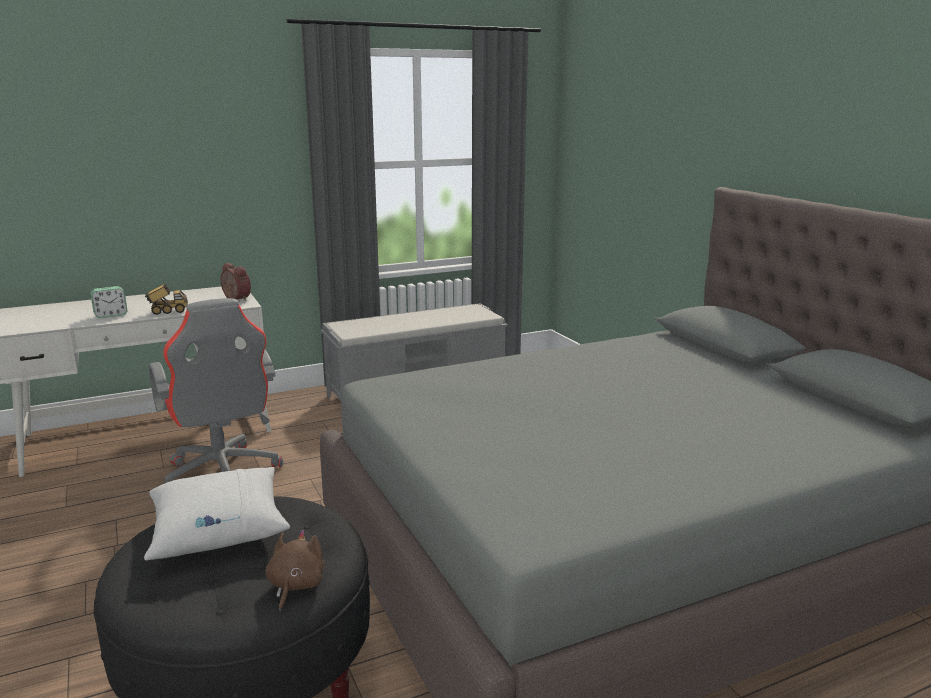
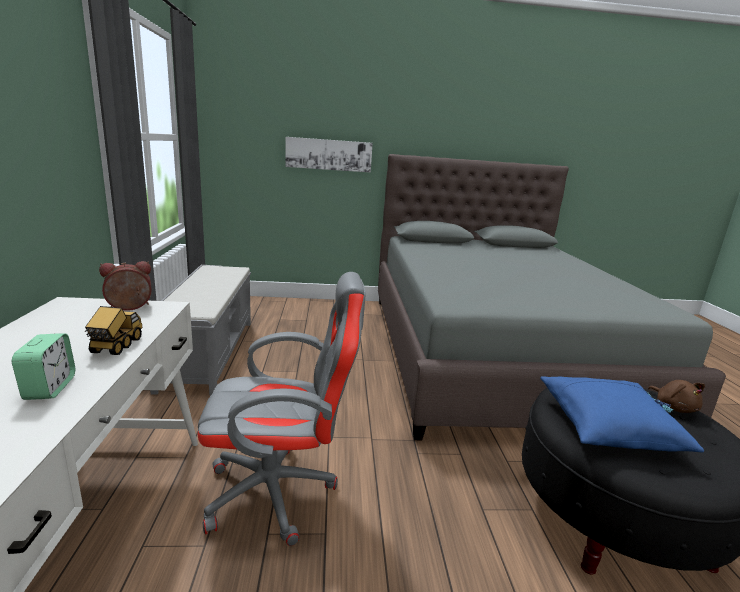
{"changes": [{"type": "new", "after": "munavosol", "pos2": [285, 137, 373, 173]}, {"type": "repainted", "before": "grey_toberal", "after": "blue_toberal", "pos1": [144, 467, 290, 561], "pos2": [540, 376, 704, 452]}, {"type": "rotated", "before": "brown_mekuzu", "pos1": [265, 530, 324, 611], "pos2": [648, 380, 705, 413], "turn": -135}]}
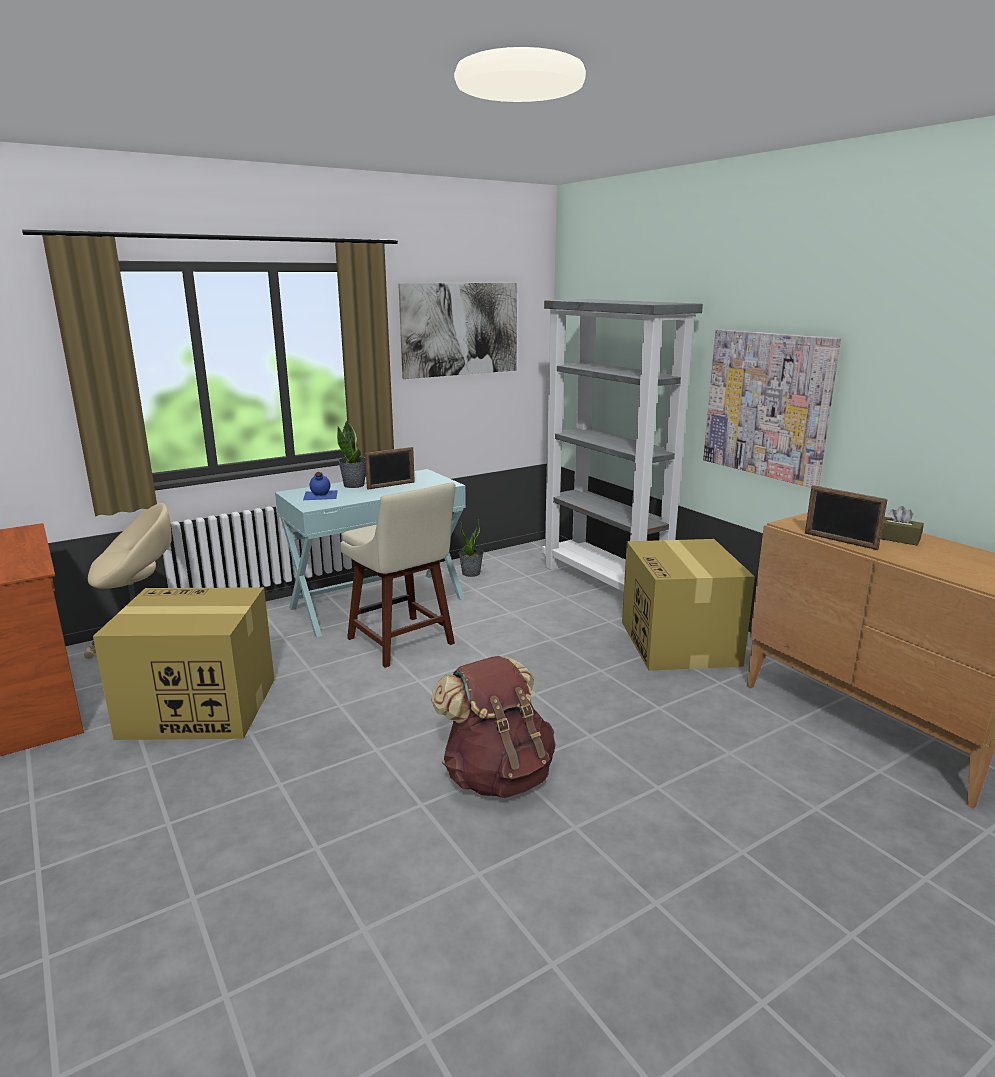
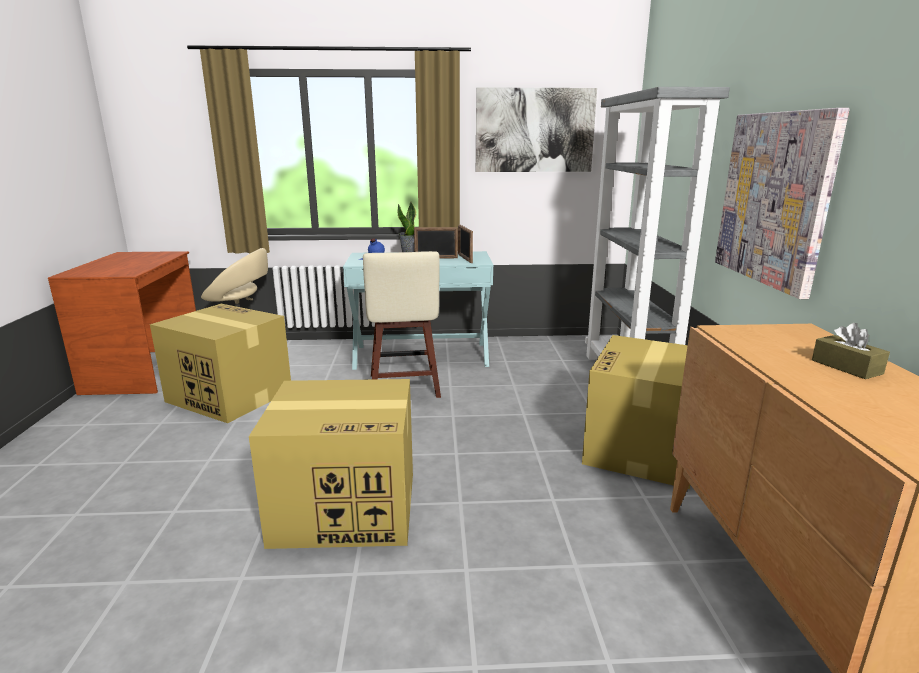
{"changes": [{"type": "gone", "before": "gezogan", "pos1": [458, 519, 483, 577]}, {"type": "shifted", "before": "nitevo", "pos1": [805, 485, 888, 550], "pos2": [458, 225, 473, 263]}, {"type": "swapped", "before": "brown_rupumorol", "after": "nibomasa", "pos1": [432, 656, 556, 798], "pos2": [249, 379, 413, 549]}]}
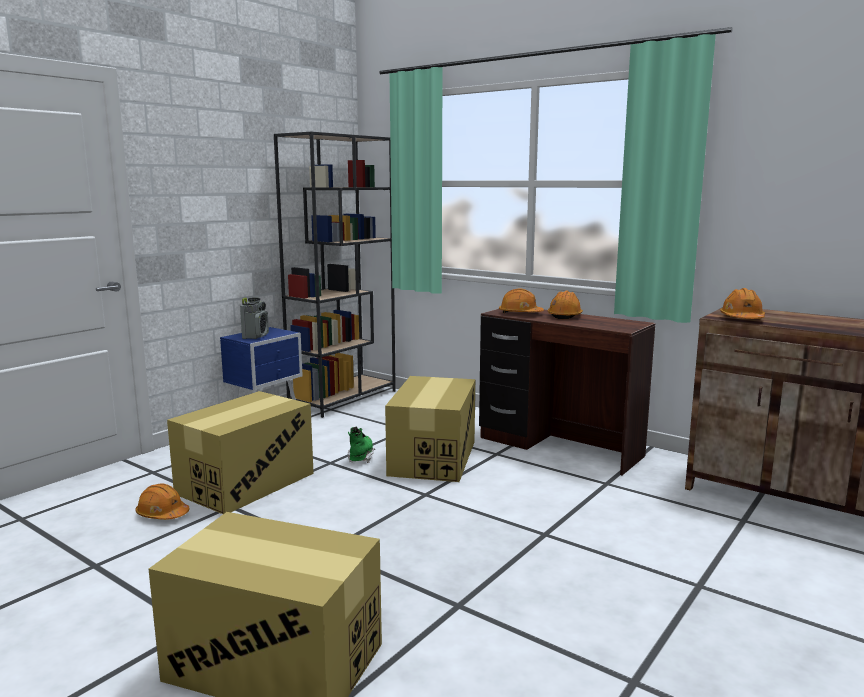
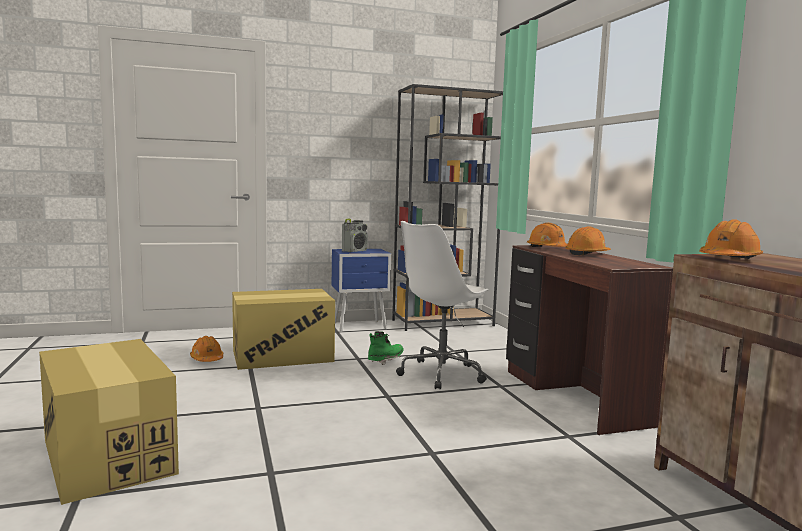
{"changes": [{"type": "swapped", "before": "nibomasa", "after": "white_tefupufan", "pos1": [385, 376, 475, 482], "pos2": [396, 221, 489, 390]}]}
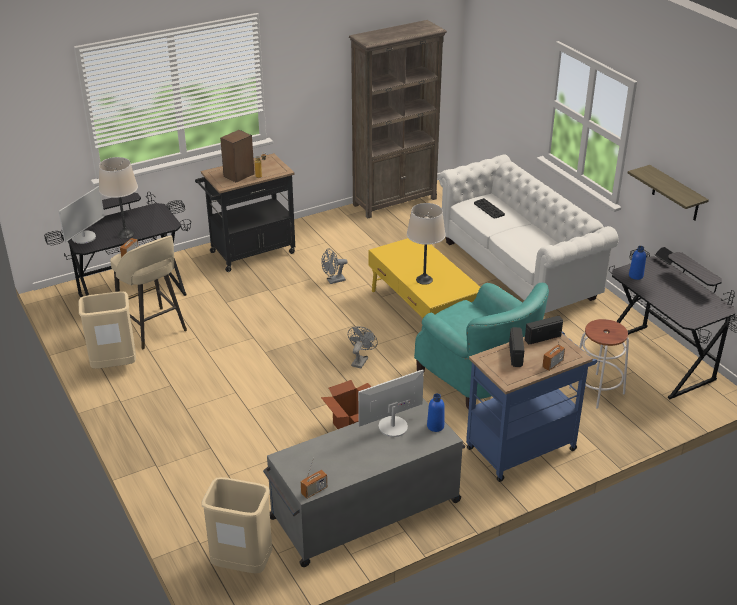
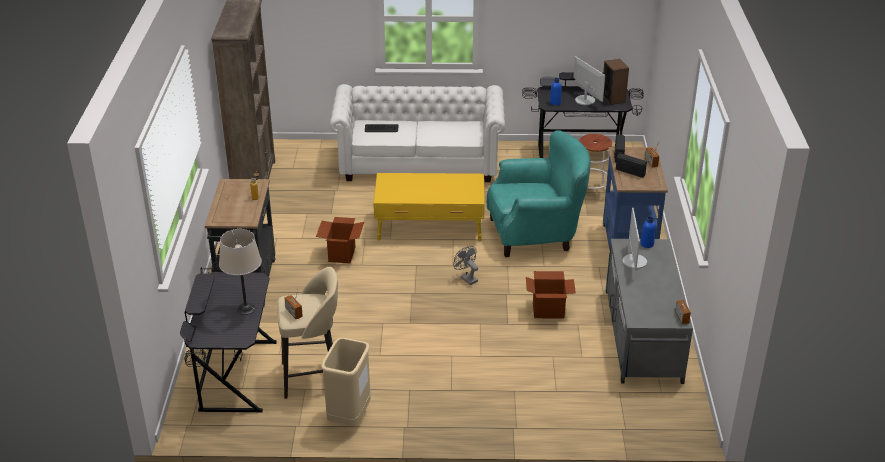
{"changes": [{"type": "gone", "before": "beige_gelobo", "pos1": [201, 477, 272, 573]}, {"type": "gone", "before": "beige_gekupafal", "pos1": [407, 203, 446, 285]}, {"type": "gone", "before": "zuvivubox", "pos1": [628, 165, 709, 221]}, {"type": "shifted", "before": "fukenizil", "pos1": [58, 186, 105, 244], "pos2": [573, 56, 605, 105]}, {"type": "shifted", "before": "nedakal", "pos1": [220, 130, 255, 183], "pos2": [603, 59, 629, 105]}, {"type": "swapped", "before": "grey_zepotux", "after": "nibomasa", "pos1": [321, 248, 348, 284], "pos2": [316, 217, 364, 263]}]}
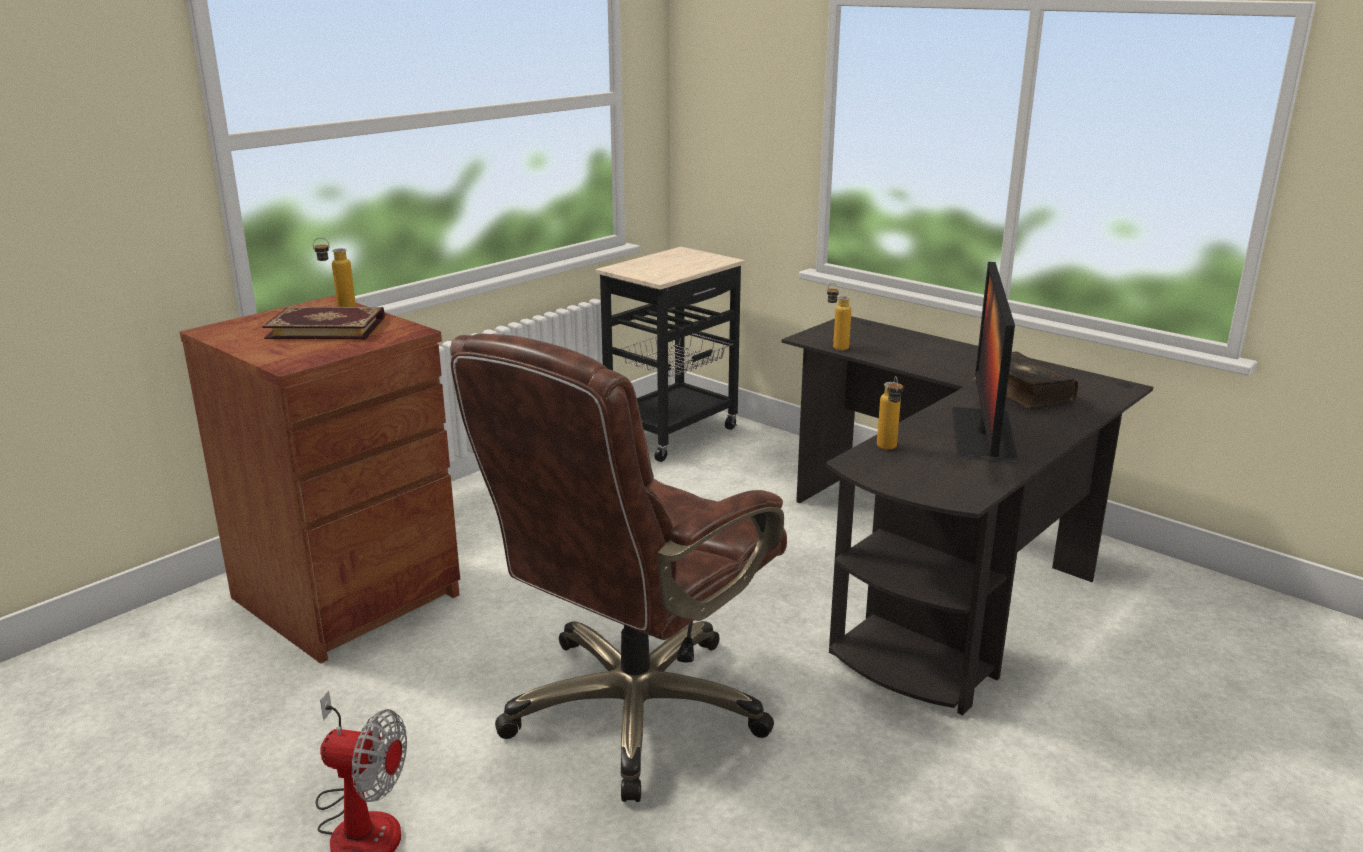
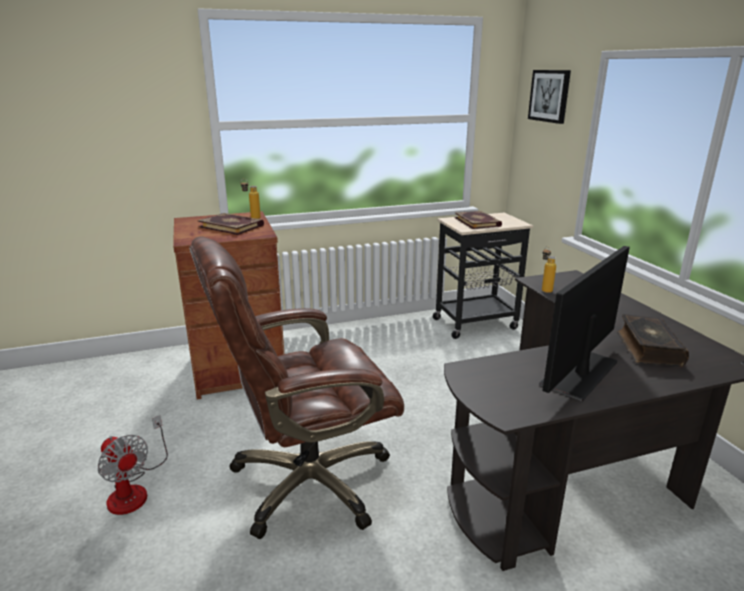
{"changes": [{"type": "gone", "before": "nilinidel", "pos1": [877, 376, 903, 450]}, {"type": "new", "after": "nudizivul", "pos2": [454, 211, 502, 229]}, {"type": "new", "after": "munavosol", "pos2": [528, 70, 571, 124]}]}
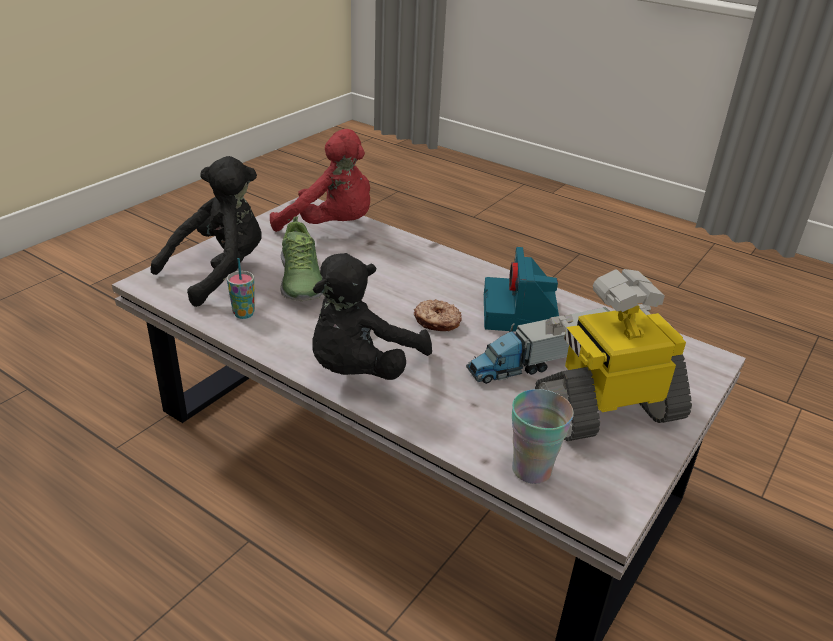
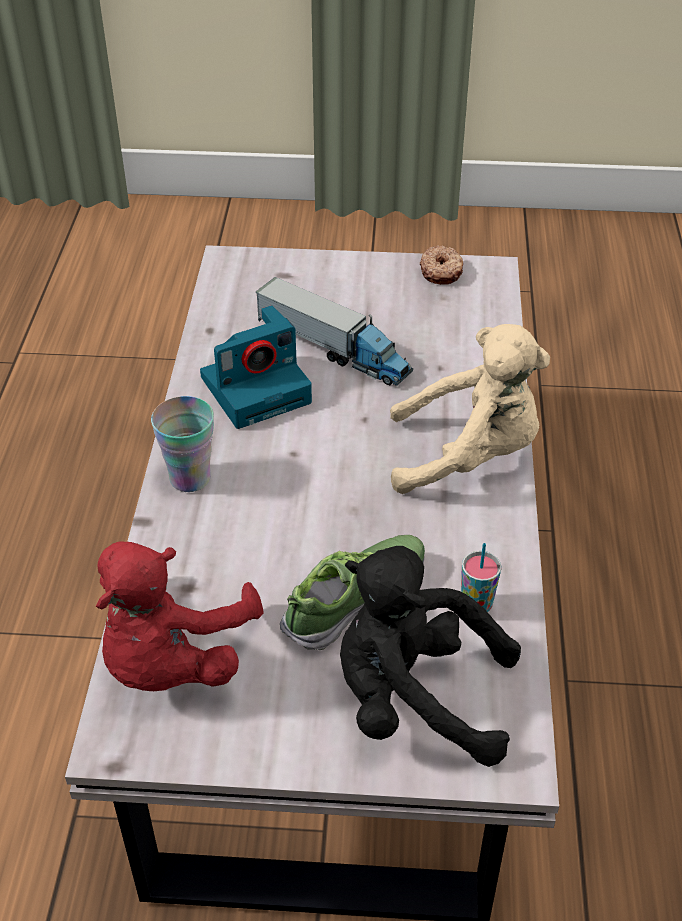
{"changes": [{"type": "gone", "before": "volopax", "pos1": [535, 269, 692, 441]}, {"type": "shifted", "before": "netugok", "pos1": [414, 299, 462, 331], "pos2": [420, 245, 463, 285]}, {"type": "shifted", "before": "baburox", "pos1": [512, 389, 574, 484], "pos2": [151, 396, 214, 492]}, {"type": "repainted", "before": "black_mekuzu", "after": "beige_mekuzu", "pos1": [312, 253, 432, 380], "pos2": [390, 324, 550, 494]}, {"type": "rotated", "before": "red_mekuzu", "pos1": [270, 129, 370, 232], "pos2": [96, 542, 263, 691], "turn": -150}]}
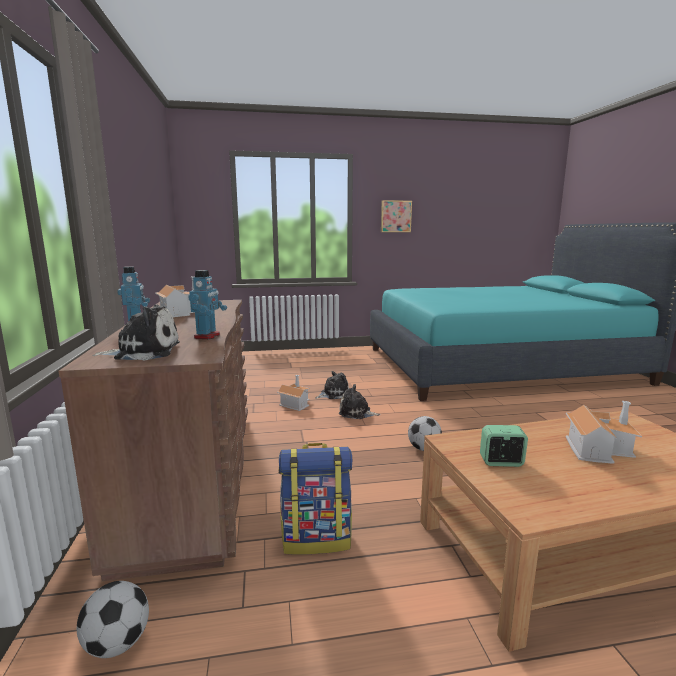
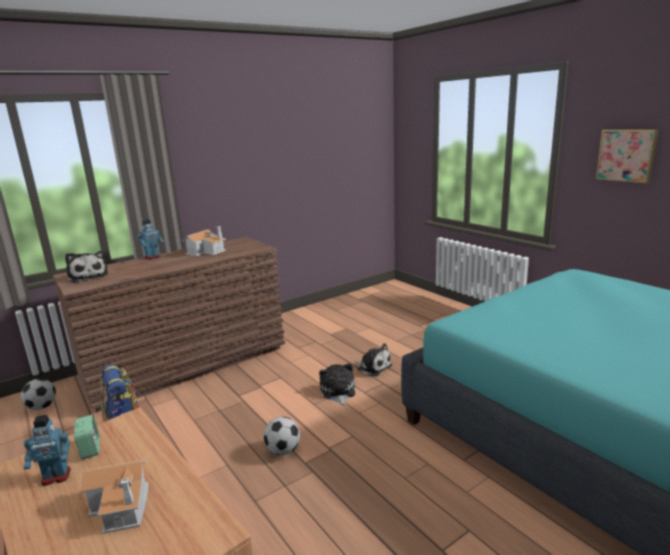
{"changes": [{"type": "gone", "before": "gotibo", "pos1": [277, 375, 310, 411]}, {"type": "shifted", "before": "volopax", "pos1": [188, 270, 227, 339], "pos2": [24, 415, 71, 486]}]}
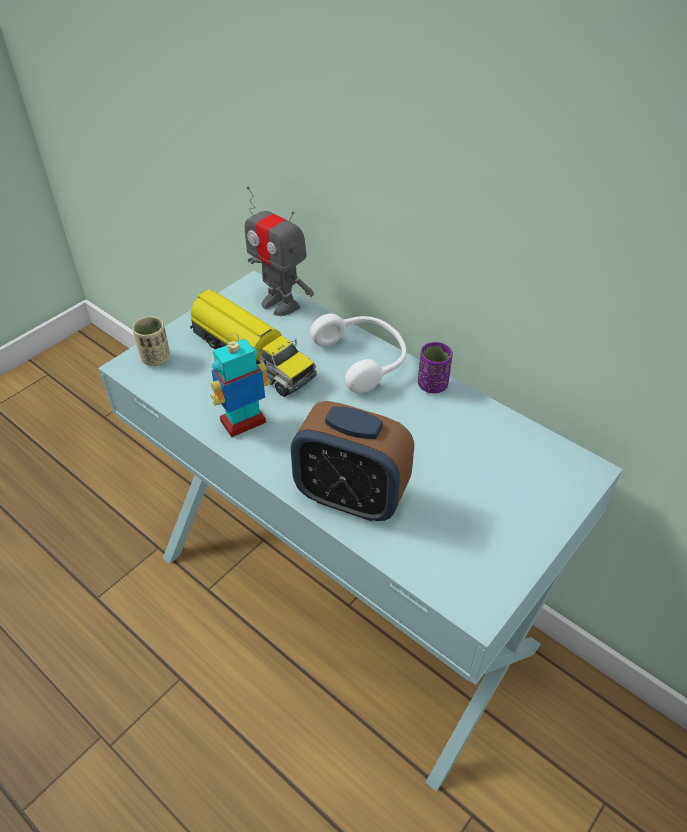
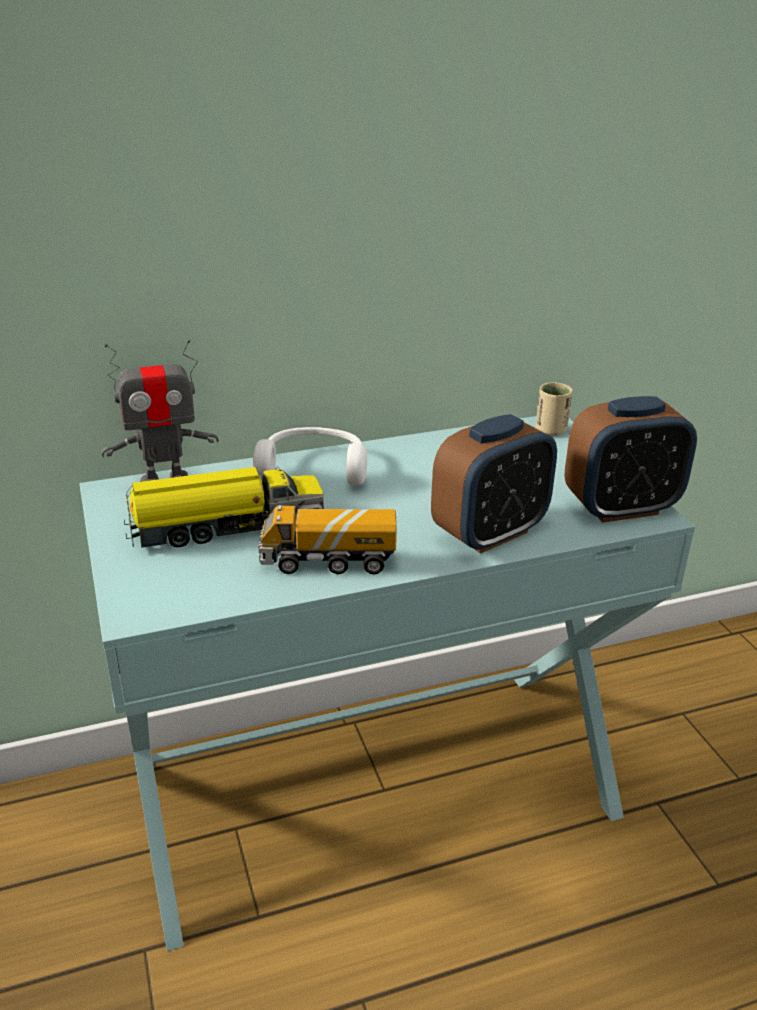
{"changes": [{"type": "gone", "before": "purple_baburox", "pos1": [418, 342, 453, 393]}, {"type": "new", "after": "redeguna", "pos2": [565, 396, 697, 523]}, {"type": "shifted", "before": "beige_baburox", "pos1": [132, 316, 170, 366], "pos2": [536, 382, 572, 436]}, {"type": "swapped", "before": "volopax", "after": "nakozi", "pos1": [210, 333, 270, 437], "pos2": [259, 505, 397, 574]}]}
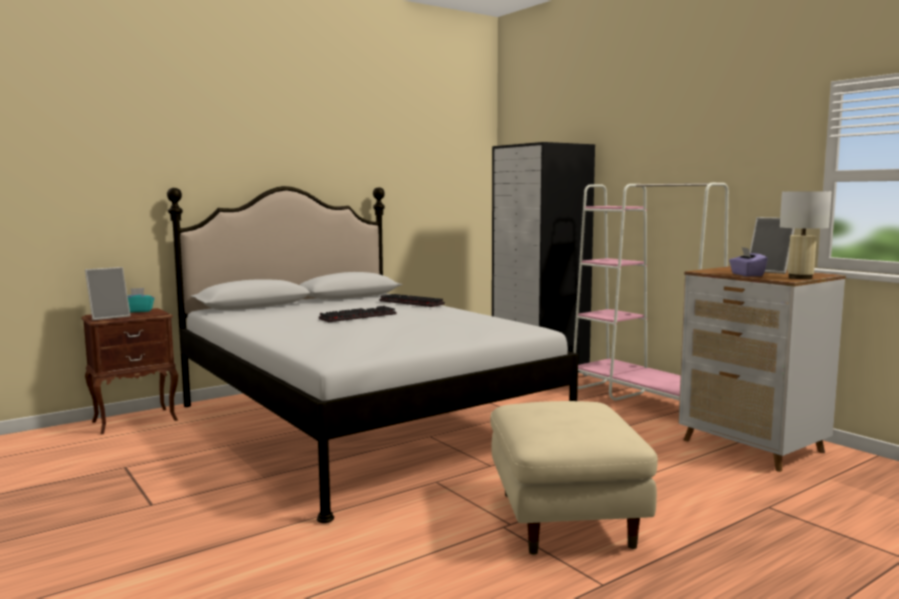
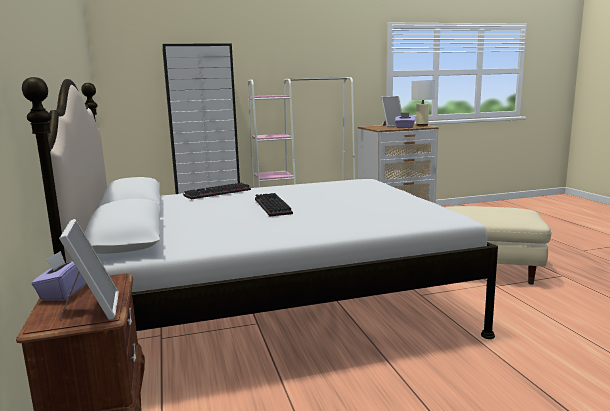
{"changes": [{"type": "repainted", "before": "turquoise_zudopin", "after": "purple_zudopin", "pos1": [127, 288, 154, 313], "pos2": [31, 251, 86, 301]}]}
